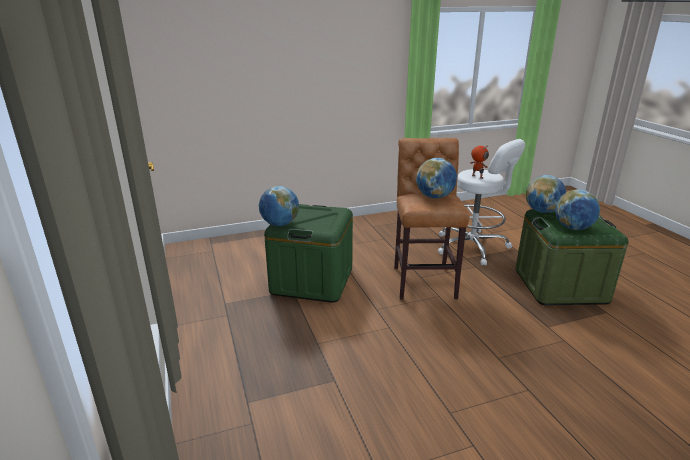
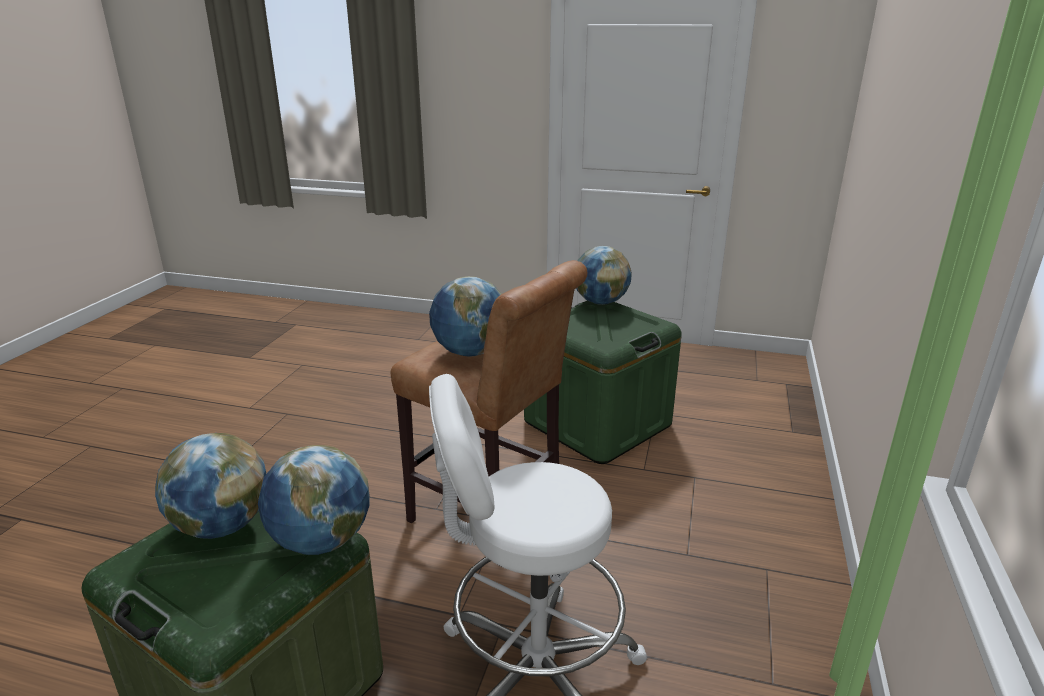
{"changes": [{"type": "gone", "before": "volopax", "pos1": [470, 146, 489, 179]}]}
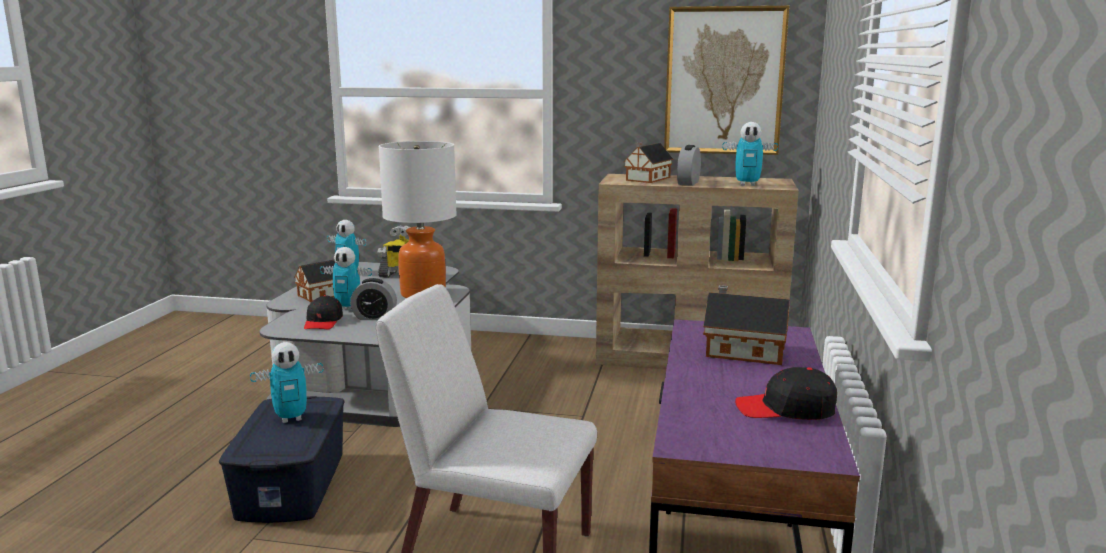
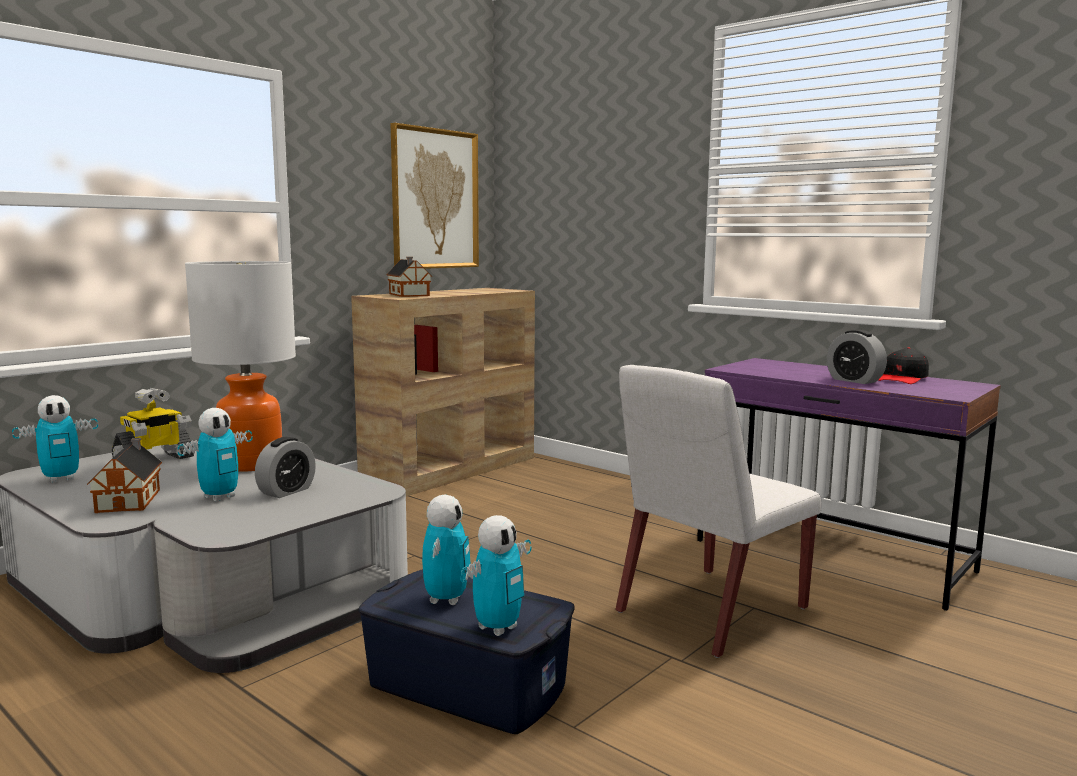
{"changes": [{"type": "gone", "before": "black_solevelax", "pos1": [304, 295, 343, 330]}, {"type": "gone", "before": "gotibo", "pos1": [703, 285, 790, 365]}, {"type": "shifted", "before": "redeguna", "pos1": [677, 145, 701, 186], "pos2": [827, 330, 887, 384]}, {"type": "shifted", "before": "volopax", "pos1": [723, 122, 778, 186], "pos2": [460, 515, 532, 636]}]}
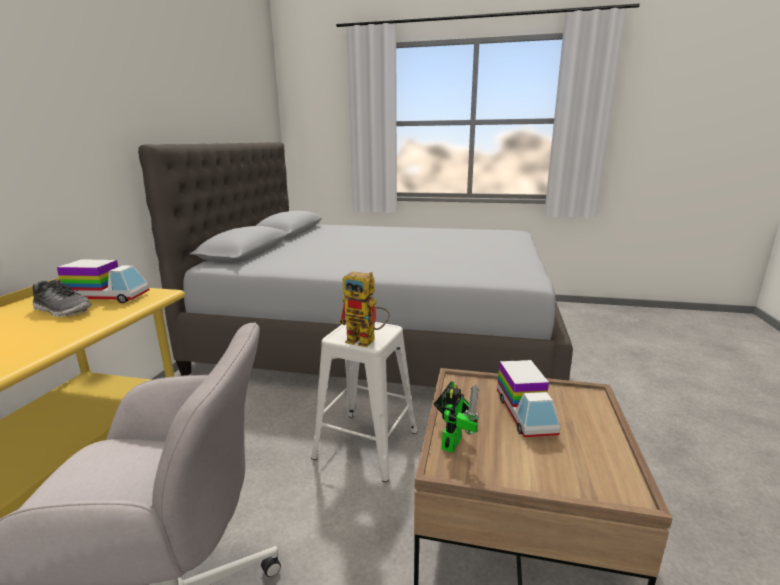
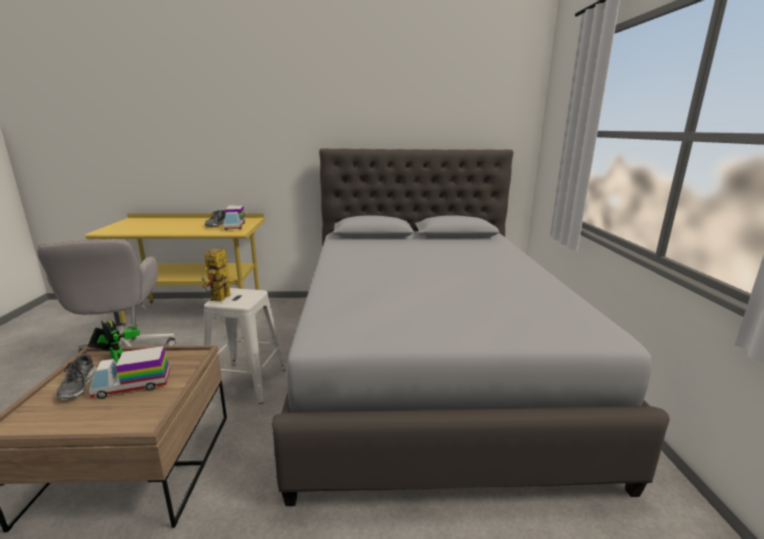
{"changes": [{"type": "new", "after": "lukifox", "pos2": [56, 354, 96, 400]}, {"type": "rotated", "before": "volopax", "pos1": [434, 381, 480, 453], "pos2": [88, 305, 140, 363], "turn": -150}]}
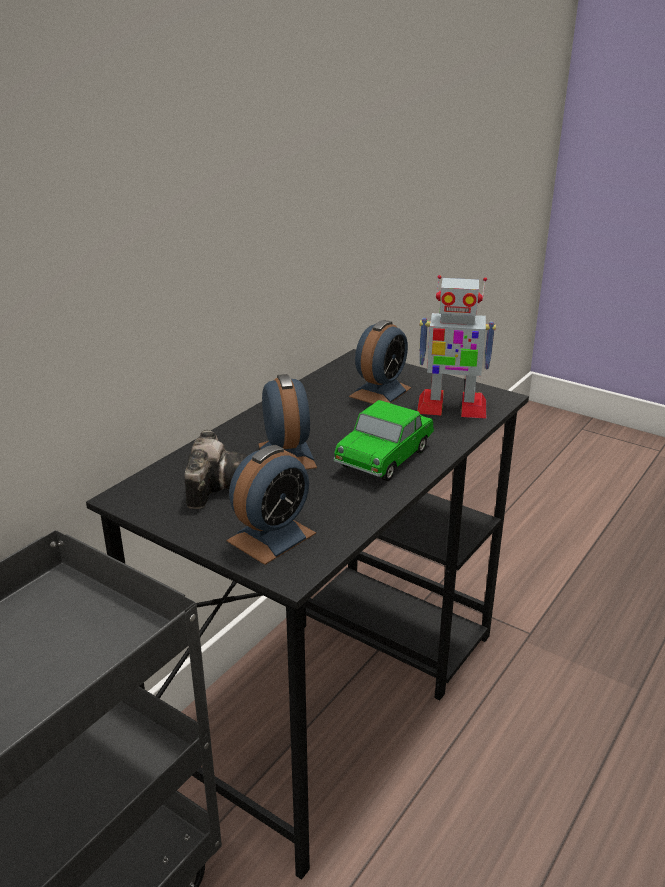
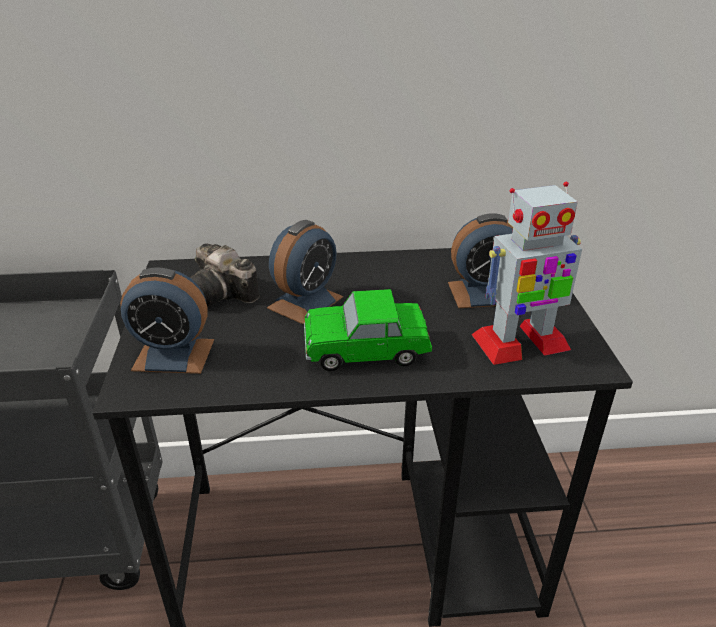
{"changes": [{"type": "rotated", "before": "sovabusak", "pos1": [185, 430, 247, 509], "pos2": [191, 243, 259, 306], "turn": 75}, {"type": "rotated", "before": "volopax", "pos1": [417, 275, 496, 419], "pos2": [471, 182, 582, 365], "turn": -75}]}
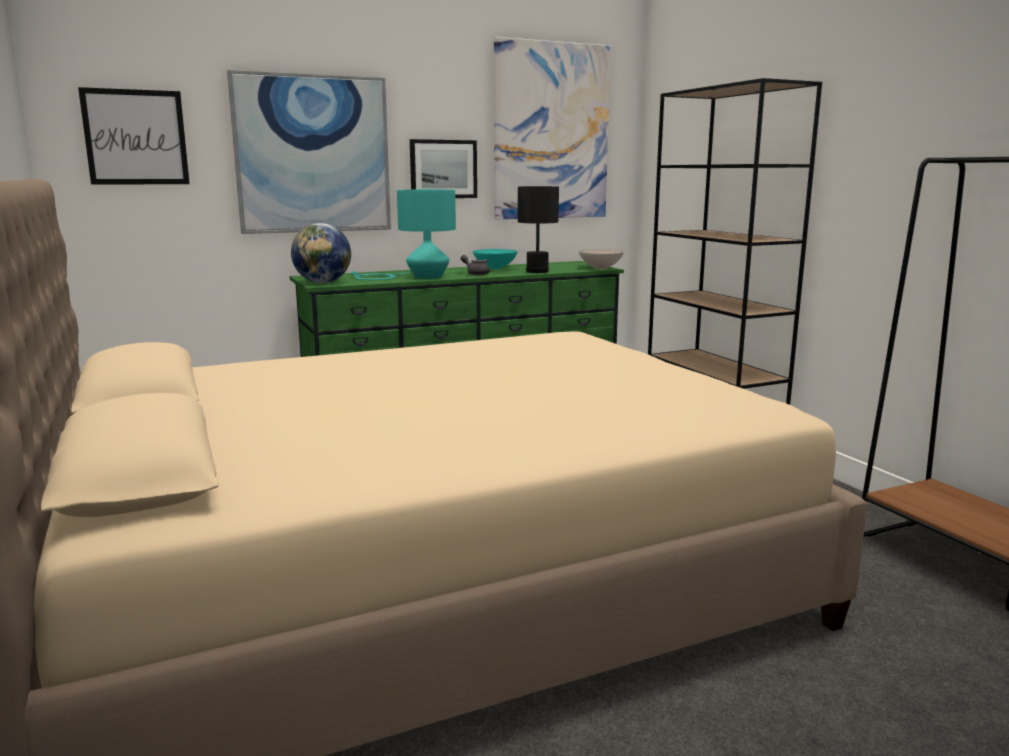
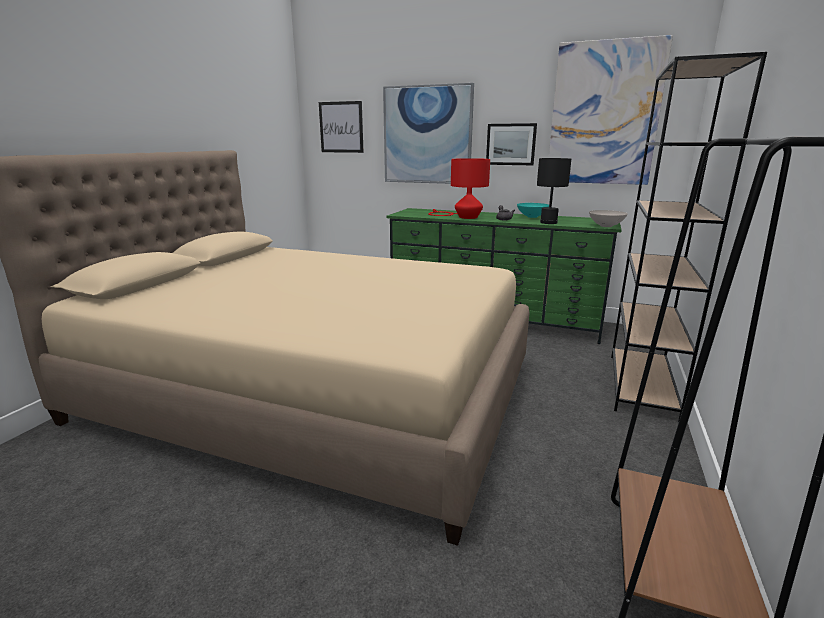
{"changes": [{"type": "gone", "before": "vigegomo", "pos1": [291, 223, 351, 283]}, {"type": "repainted", "before": "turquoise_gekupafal", "after": "red_gekupafal", "pos1": [352, 189, 456, 280], "pos2": [428, 158, 490, 219]}]}
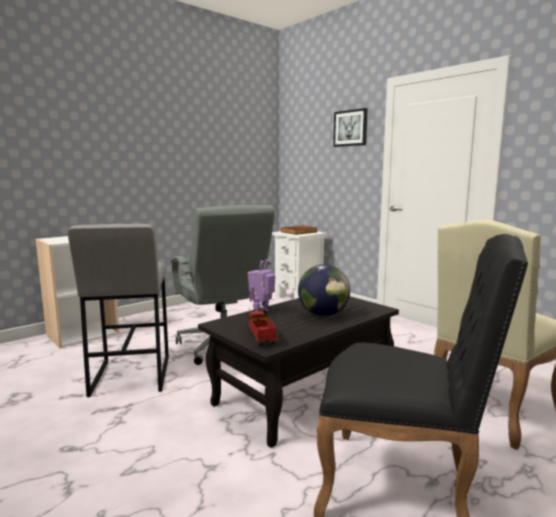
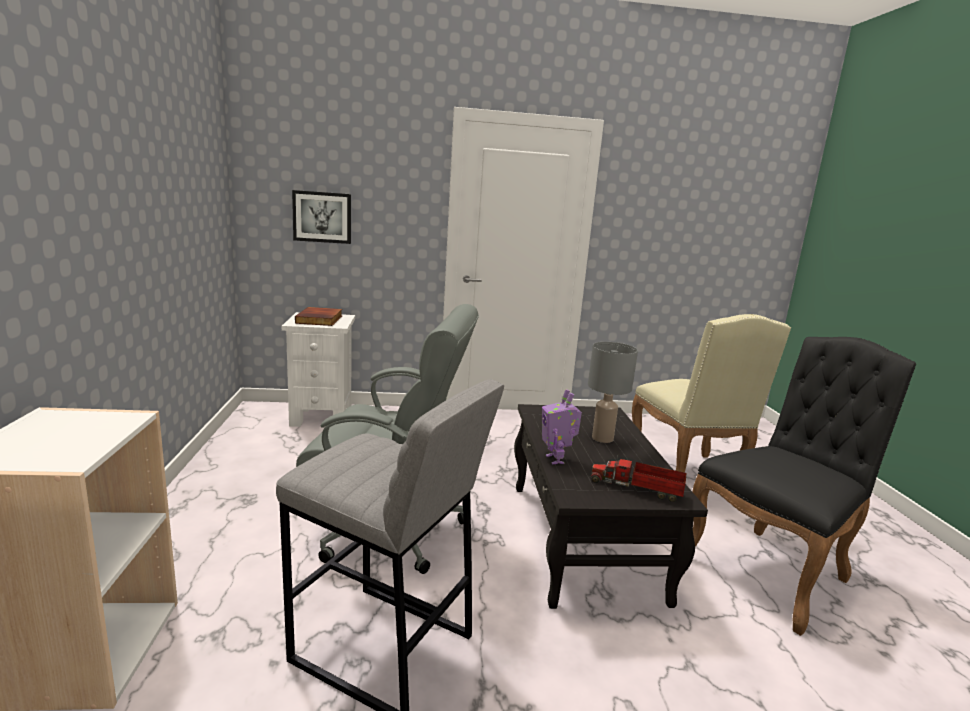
{"changes": [{"type": "shifted", "before": "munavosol", "pos1": [333, 108, 368, 147], "pos2": [292, 190, 351, 244]}, {"type": "swapped", "before": "vigegomo", "after": "grey_gekupafal", "pos1": [298, 264, 350, 316], "pos2": [588, 342, 638, 443]}]}
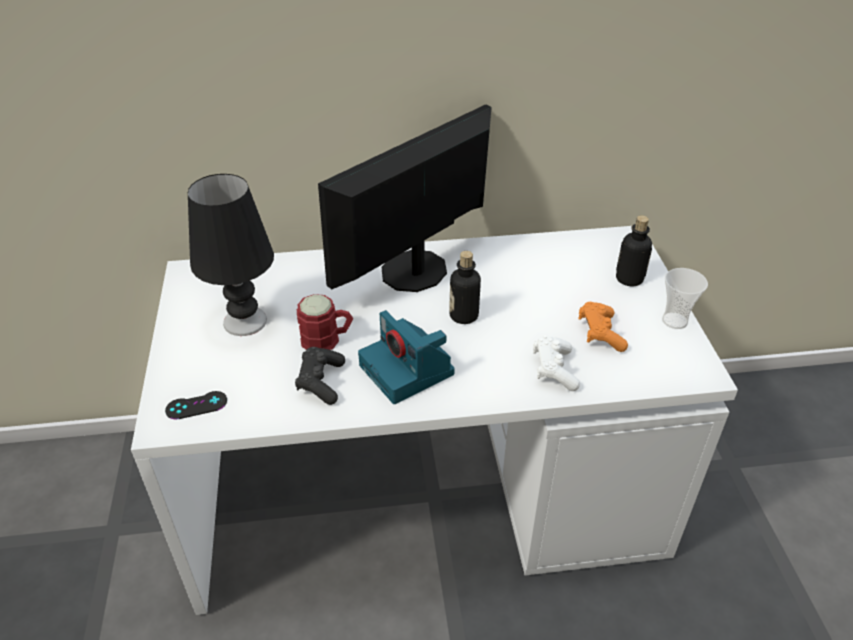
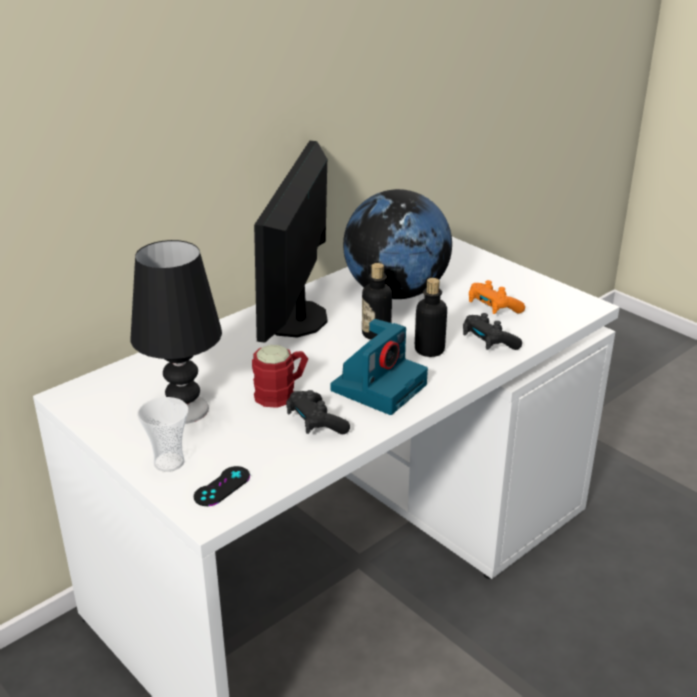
{"changes": [{"type": "new", "after": "vigegomo", "pos2": [343, 189, 452, 299]}, {"type": "shifted", "before": "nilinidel", "pos1": [616, 215, 652, 286], "pos2": [414, 278, 447, 357]}, {"type": "shifted", "before": "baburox", "pos1": [662, 268, 708, 329], "pos2": [137, 397, 188, 472]}, {"type": "repainted", "before": "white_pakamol", "after": "black_pakamol", "pos1": [533, 336, 580, 391], "pos2": [463, 313, 522, 350]}, {"type": "rotated", "before": "sovabusak", "pos1": [358, 310, 455, 404], "pos2": [330, 319, 428, 415], "turn": -75}]}
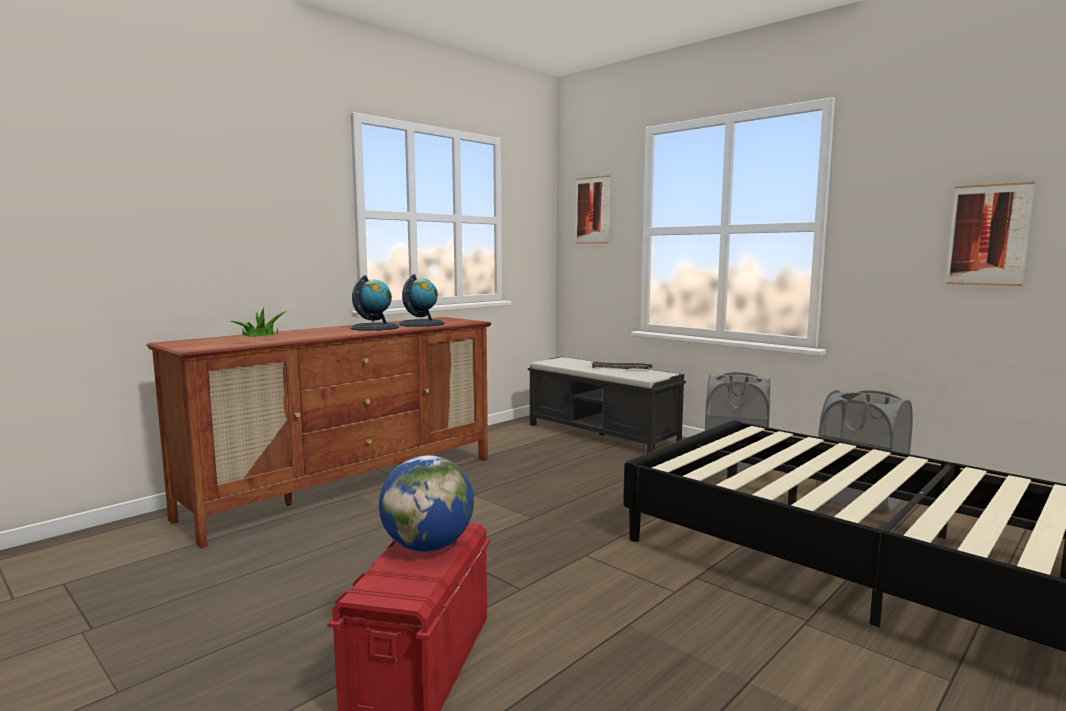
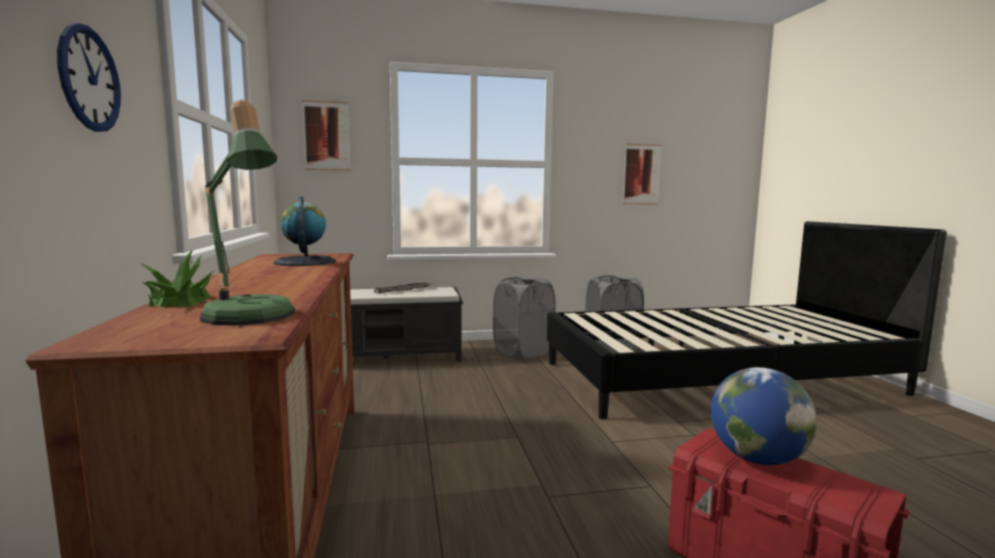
{"changes": [{"type": "gone", "before": "vigegomo", "pos1": [351, 275, 399, 331]}, {"type": "new", "after": "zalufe", "pos2": [57, 23, 121, 132]}, {"type": "new", "after": "gekupafal", "pos2": [200, 100, 295, 326]}]}
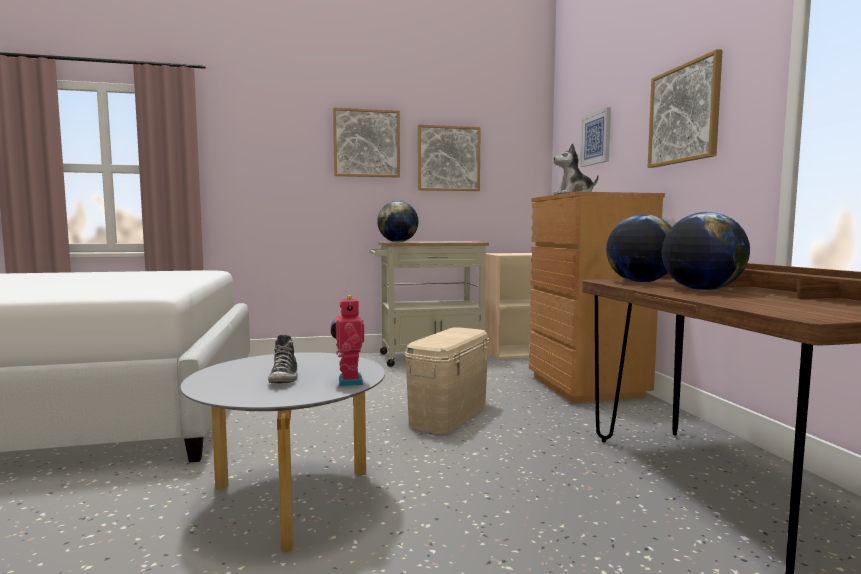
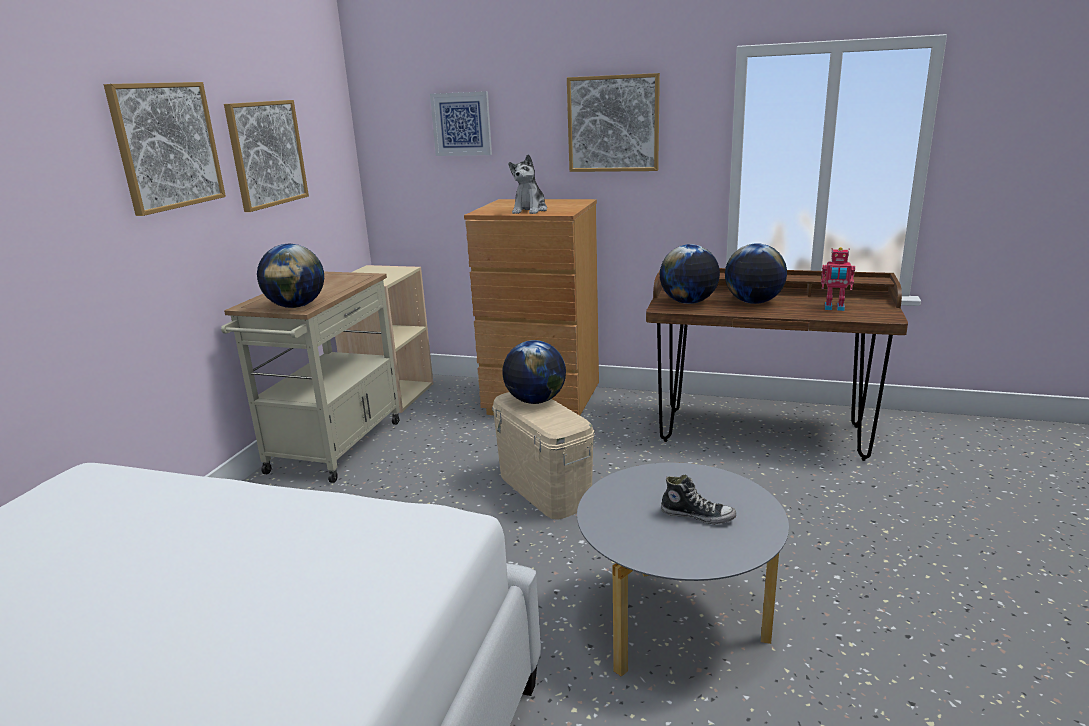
{"changes": [{"type": "new", "after": "vigegomo", "pos2": [502, 340, 566, 404]}, {"type": "shifted", "before": "volopax", "pos1": [331, 295, 364, 386], "pos2": [821, 247, 855, 311]}]}
